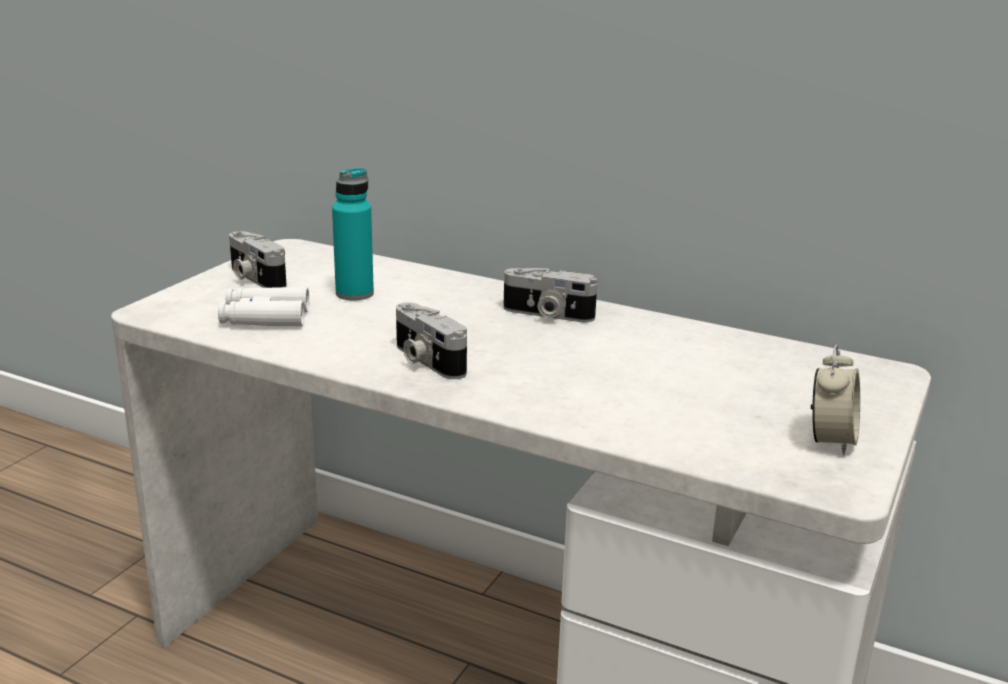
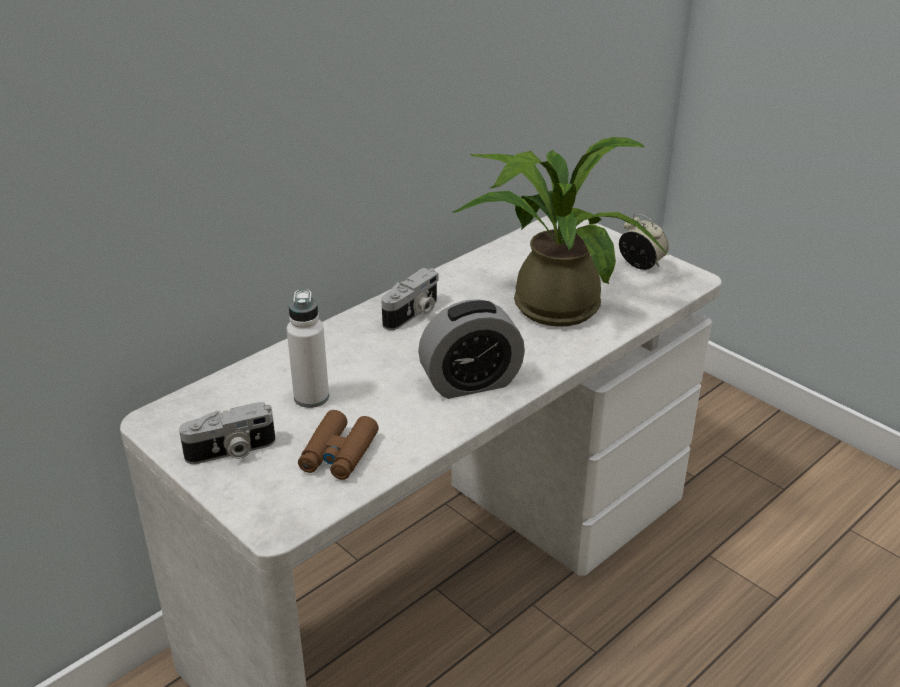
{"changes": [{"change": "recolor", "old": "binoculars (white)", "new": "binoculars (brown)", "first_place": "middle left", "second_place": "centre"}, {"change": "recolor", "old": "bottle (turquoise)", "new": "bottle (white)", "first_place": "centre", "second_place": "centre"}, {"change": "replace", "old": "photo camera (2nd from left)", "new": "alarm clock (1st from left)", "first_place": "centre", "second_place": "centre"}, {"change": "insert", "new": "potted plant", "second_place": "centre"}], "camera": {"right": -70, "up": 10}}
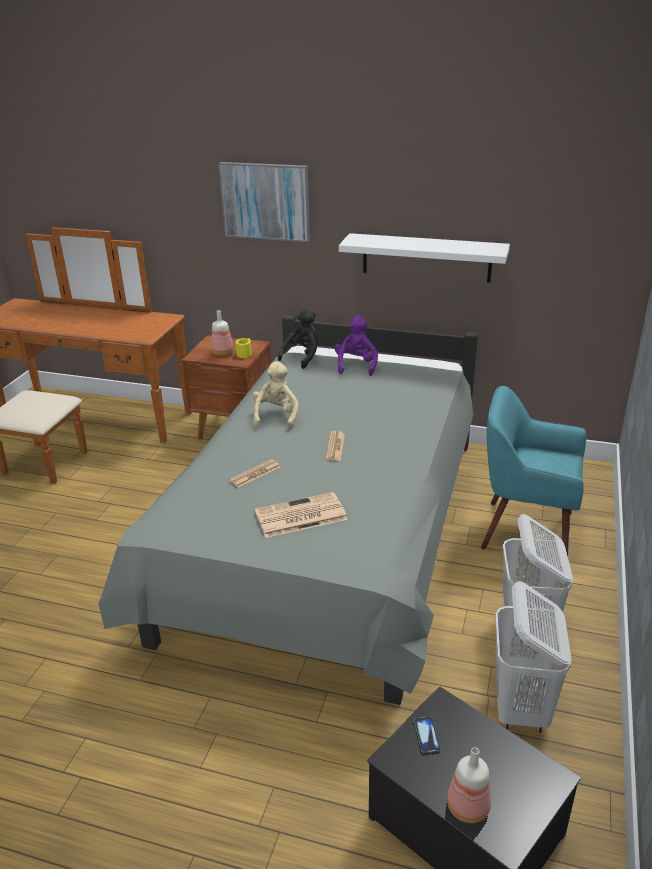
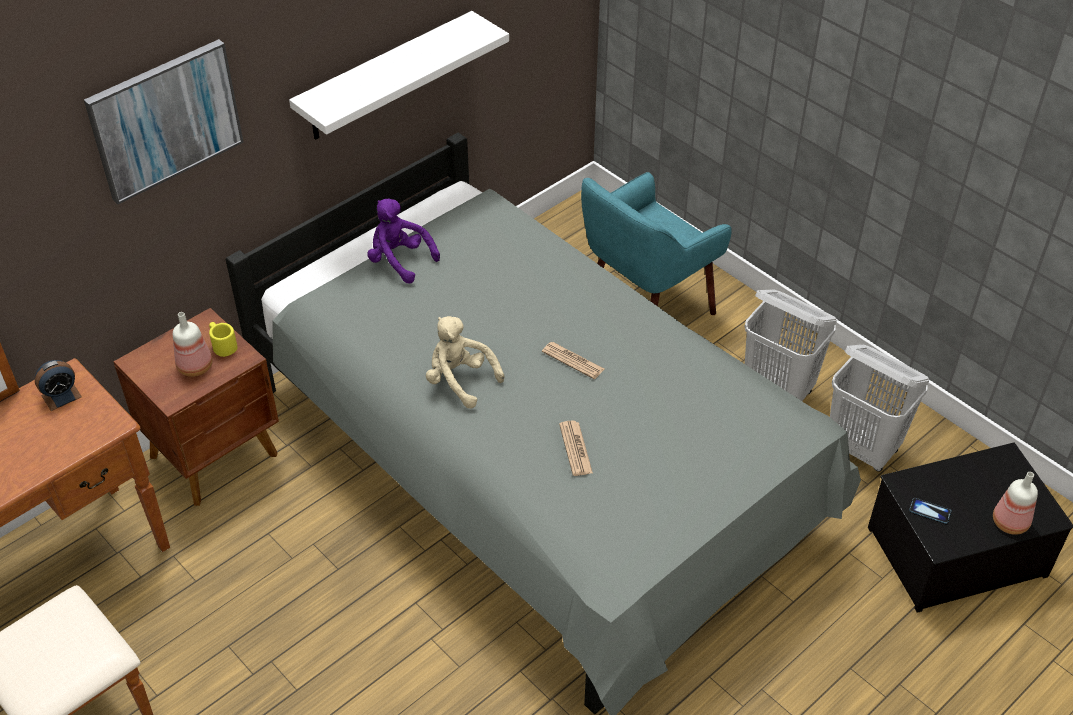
{"changes": [{"change": "delete", "old": "newspaper (2nd from left)", "first_place": "centre"}, {"change": "delete", "old": "plush toy (black)", "first_place": "centre"}, {"change": "insert", "new": "alarm clock", "second_place": "middle left"}], "camera": {"right": -60, "up": 15}}
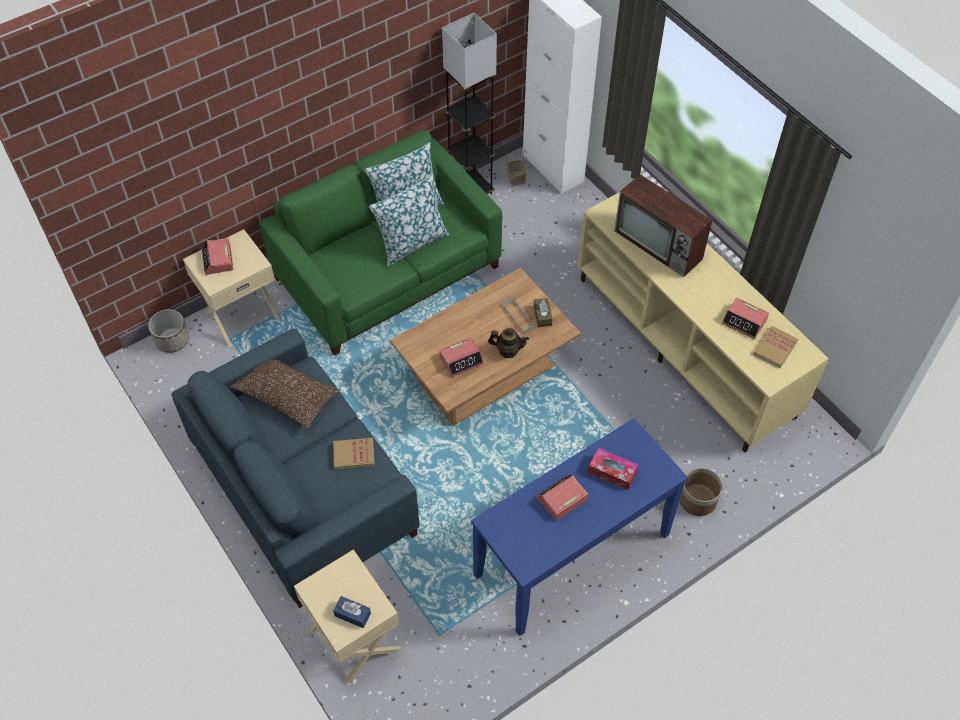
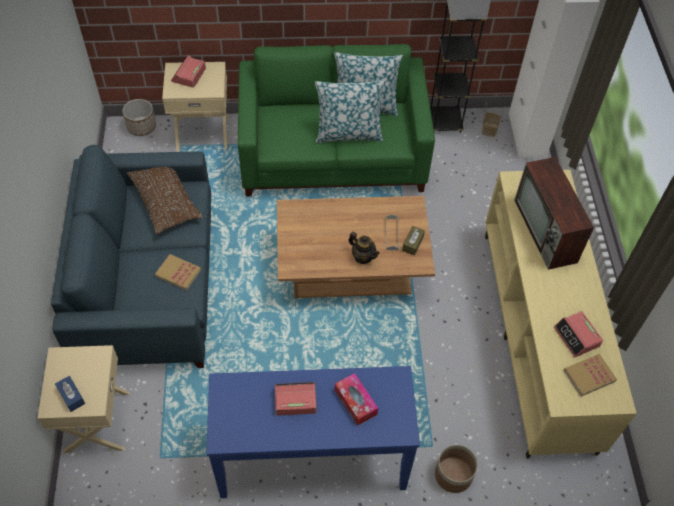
{"changes": [{"change": "delete", "old": "alarm clock (2nd from left)", "first_place": "centre"}], "camera": {"right": 30, "up": 0}}
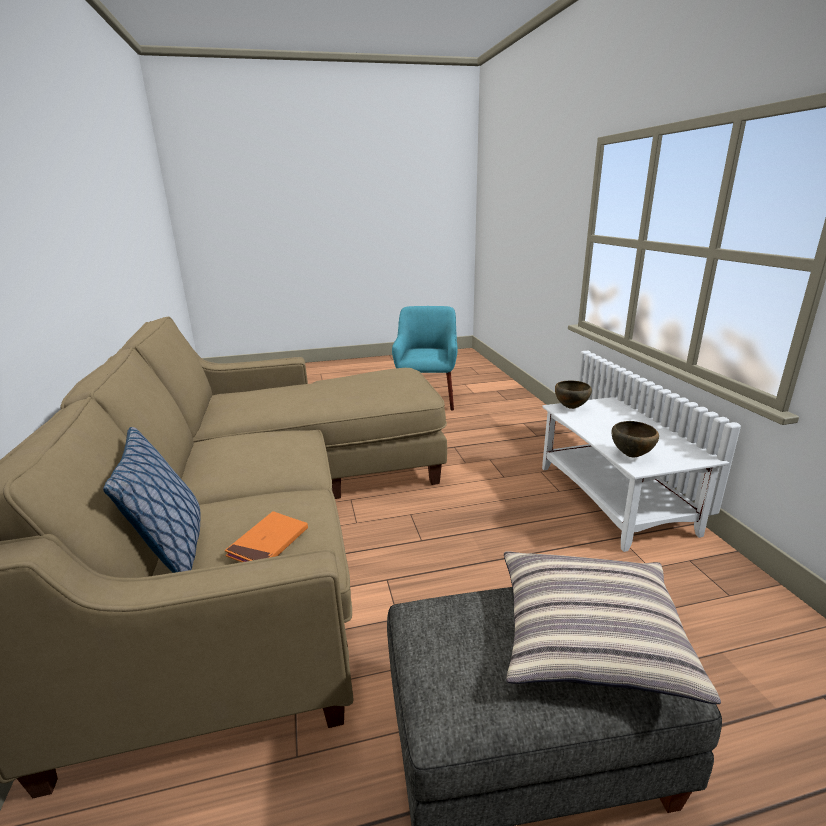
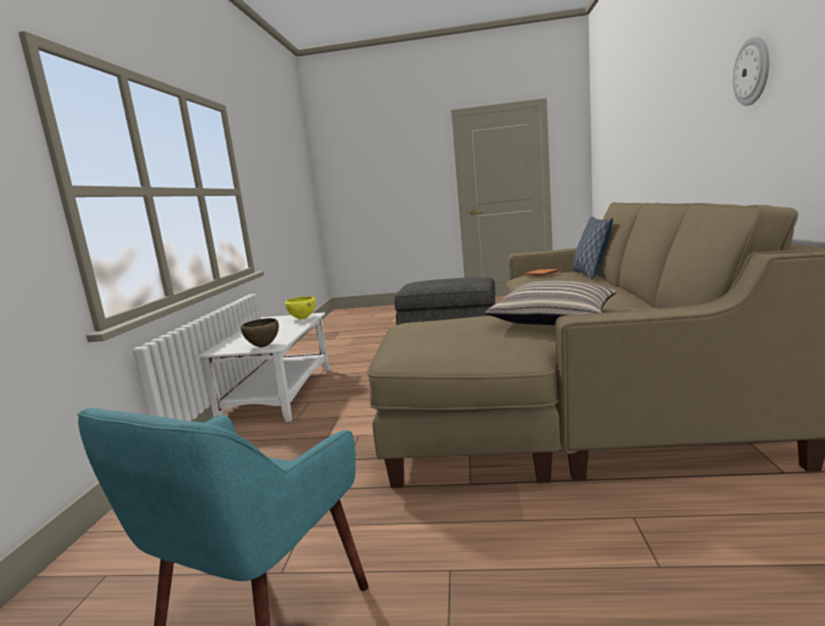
{"changes": [{"change": "move", "old": "pillow (2nd from left in the first image)", "new": "pillow (1st from left)", "first_place": "bottom right", "second_place": "middle right"}, {"change": "recolor", "old": "bowl (brown) (2nd from left)", "new": "bowl (yellow)", "first_place": "middle right", "second_place": "centre"}, {"change": "insert", "new": "wall clock", "second_place": "top right"}], "camera": {"right": -160, "up": -10}}
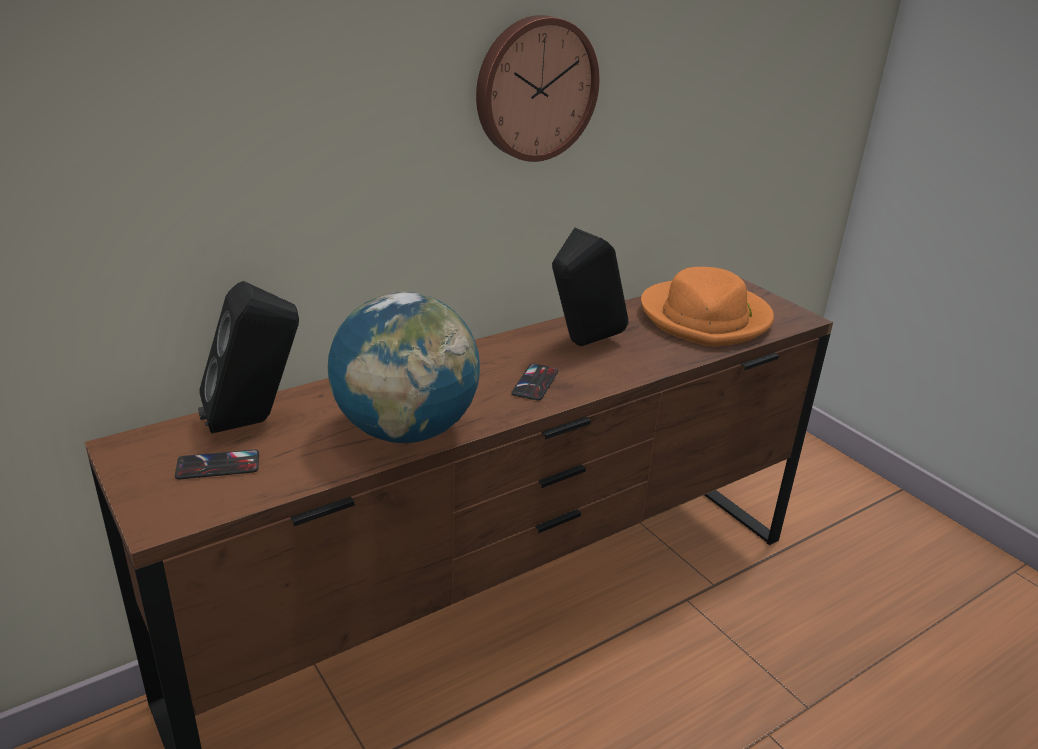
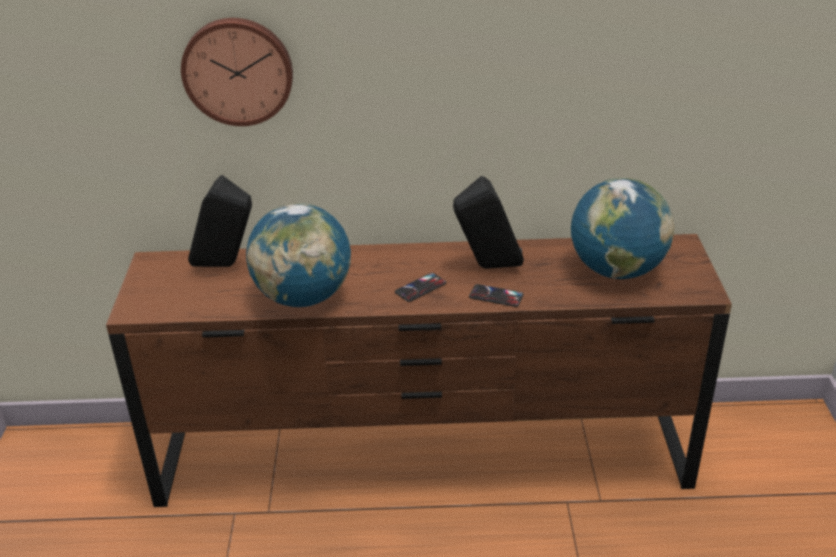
{"changes": [{"change": "move", "old": "phone (1st from left in the first image)", "new": "phone (2nd from left)", "first_place": "middle left", "second_place": "centre"}, {"change": "move", "old": "wall clock", "first_place": "top centre", "second_place": "top left"}, {"change": "replace", "old": "hat (orange)", "new": "globe (2nd from left)", "first_place": "middle right", "second_place": "middle right"}], "camera": {"right": 35, "up": 5}}
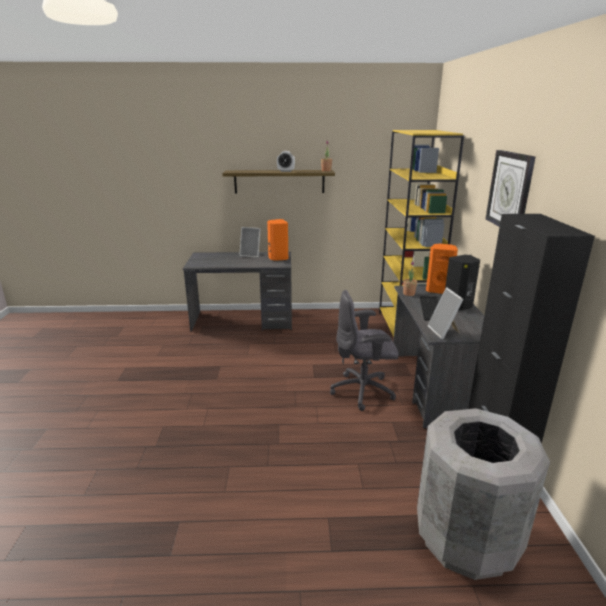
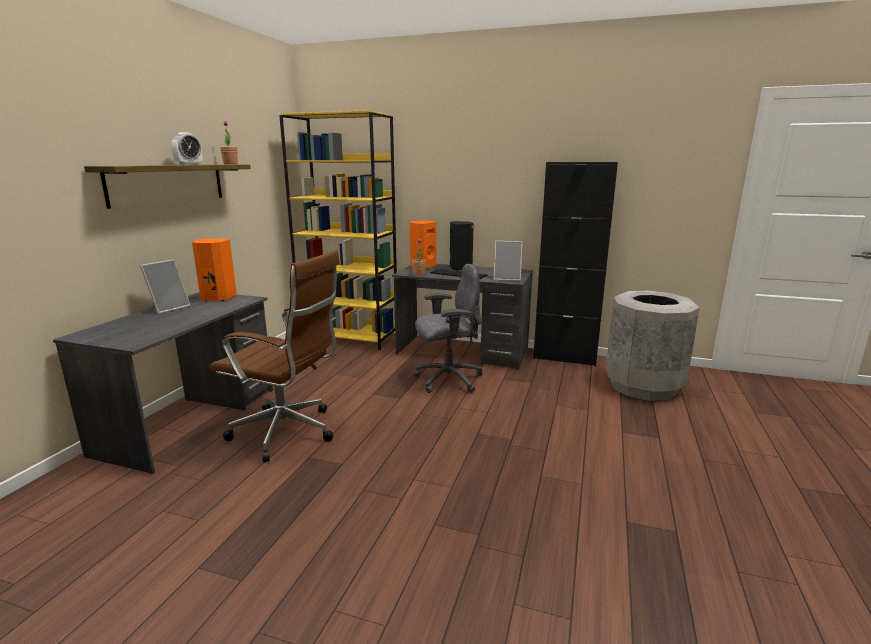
{"changes": [{"change": "rotate", "old": "office chair (grey)", "first_place": "centre", "second_place": "centre", "degrees": -120}, {"change": "delete", "old": "wall clock", "first_place": "top right"}, {"change": "insert", "new": "office chair (brown)", "second_place": "middle left"}], "camera": {"right": -70, "up": -5}}
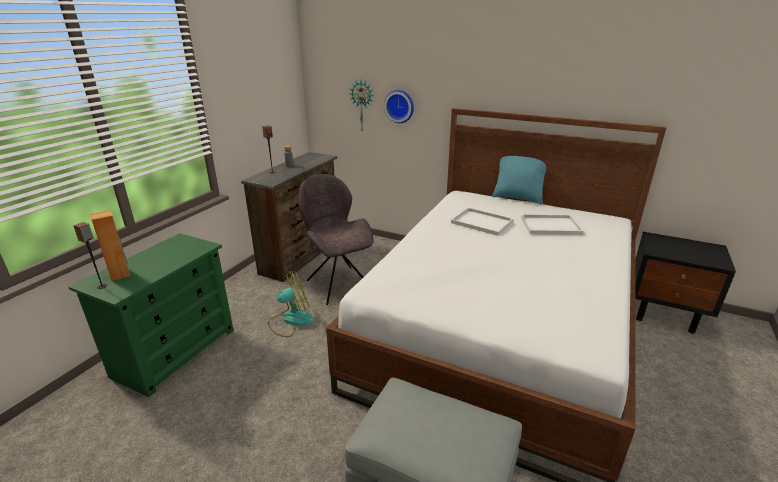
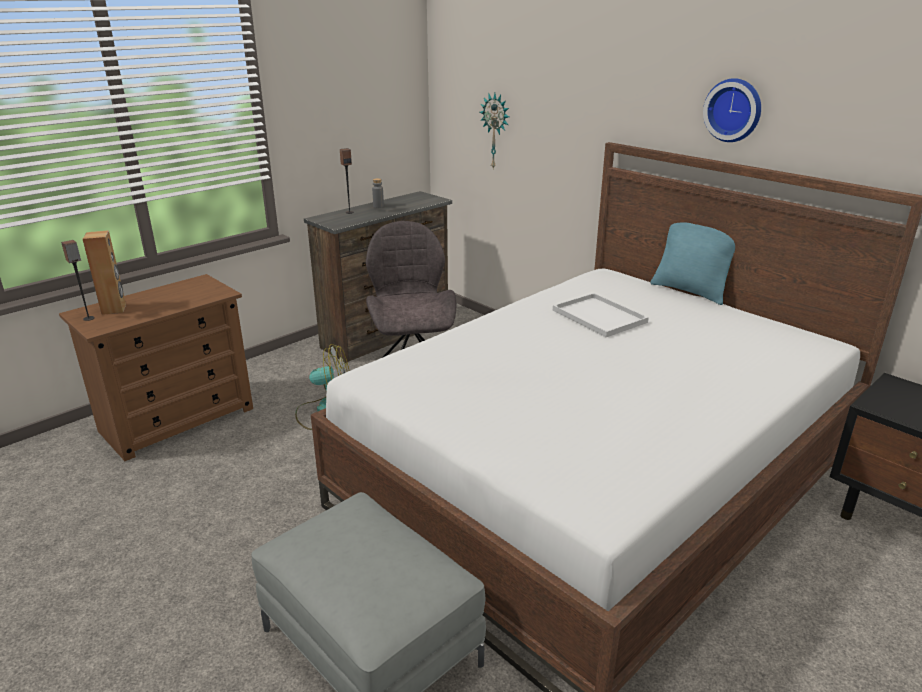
{"changes": [{"change": "recolor", "old": "dresser (green)", "new": "dresser (brown) (1st from left)", "first_place": "middle left", "second_place": "middle left"}, {"change": "move", "old": "wall clock (2nd from left)", "first_place": "top centre", "second_place": "top right"}, {"change": "delete", "old": "tray (white) (2nd from left)", "first_place": "middle right"}], "camera": {"right": 20, "up": 0}}
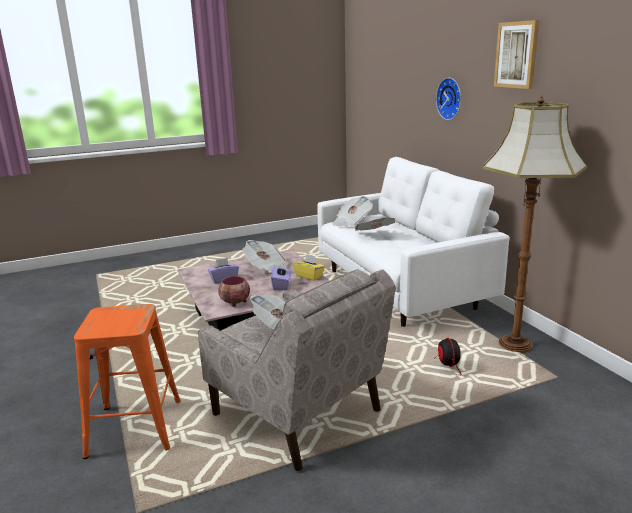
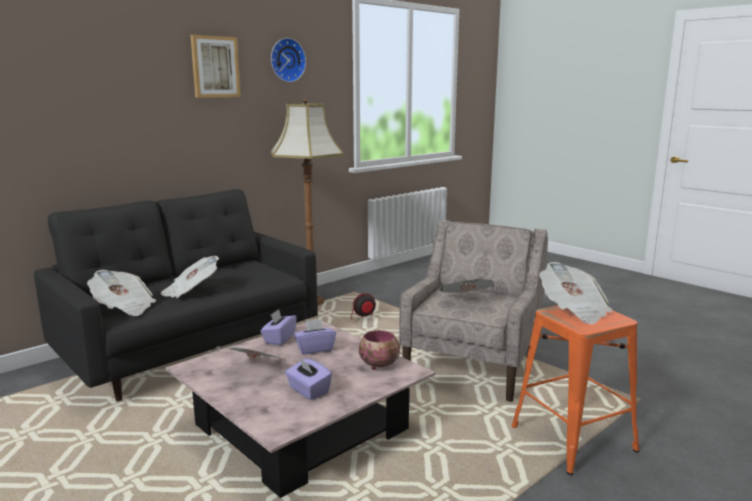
{"changes": [{"change": "recolor", "old": "tissue box (yellow)", "new": "tissue box (purple) (1st from left)", "first_place": "centre", "second_place": "centre"}, {"change": "recolor", "old": "sofa (white)", "new": "sofa (black)", "first_place": "centre", "second_place": "middle left"}, {"change": "move", "old": "wall clock", "first_place": "top right", "second_place": "top centre"}, {"change": "insert", "new": "newspaper (5th from left)", "second_place": "middle right"}], "camera": {"right": -110, "up": -5}}
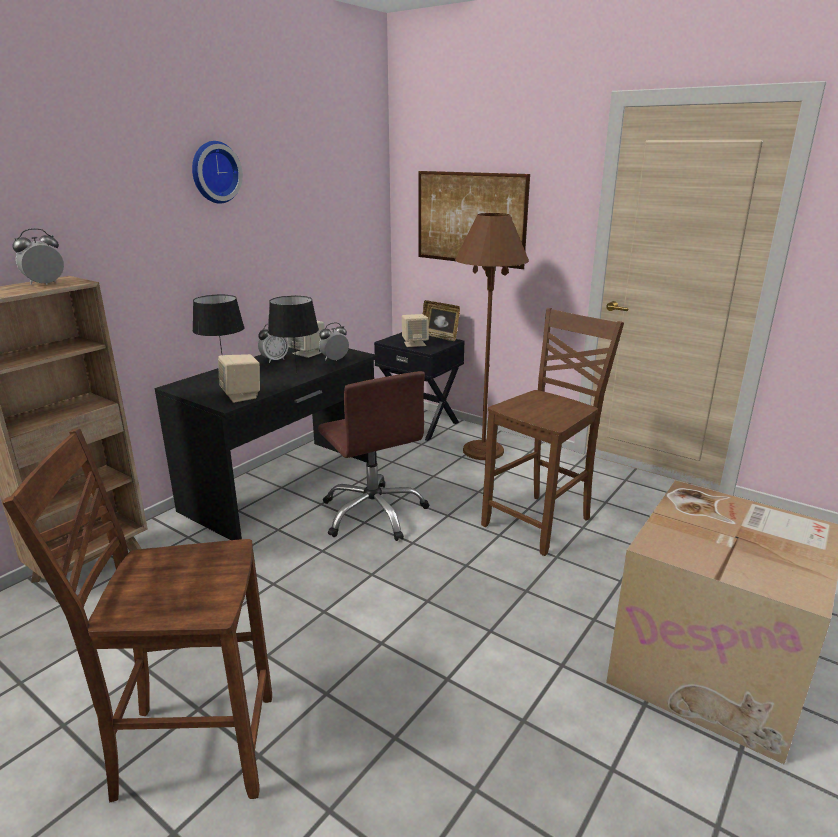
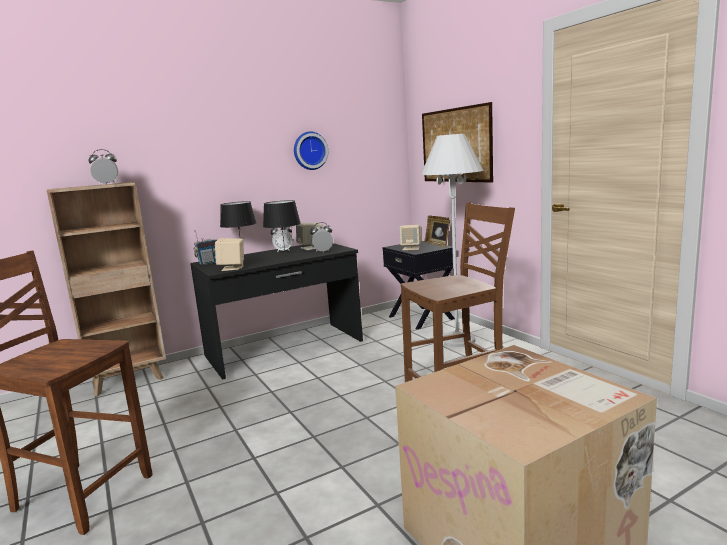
{"changes": [{"change": "move", "old": "wall clock", "first_place": "top left", "second_place": "top centre"}, {"change": "delete", "old": "office chair (brown)", "first_place": "centre"}, {"change": "recolor", "old": "floor lamp (brown)", "new": "floor lamp (white)", "first_place": "centre", "second_place": "centre"}, {"change": "insert", "new": "radio", "second_place": "middle left"}], "camera": {"right": 25, "up": -10}}
